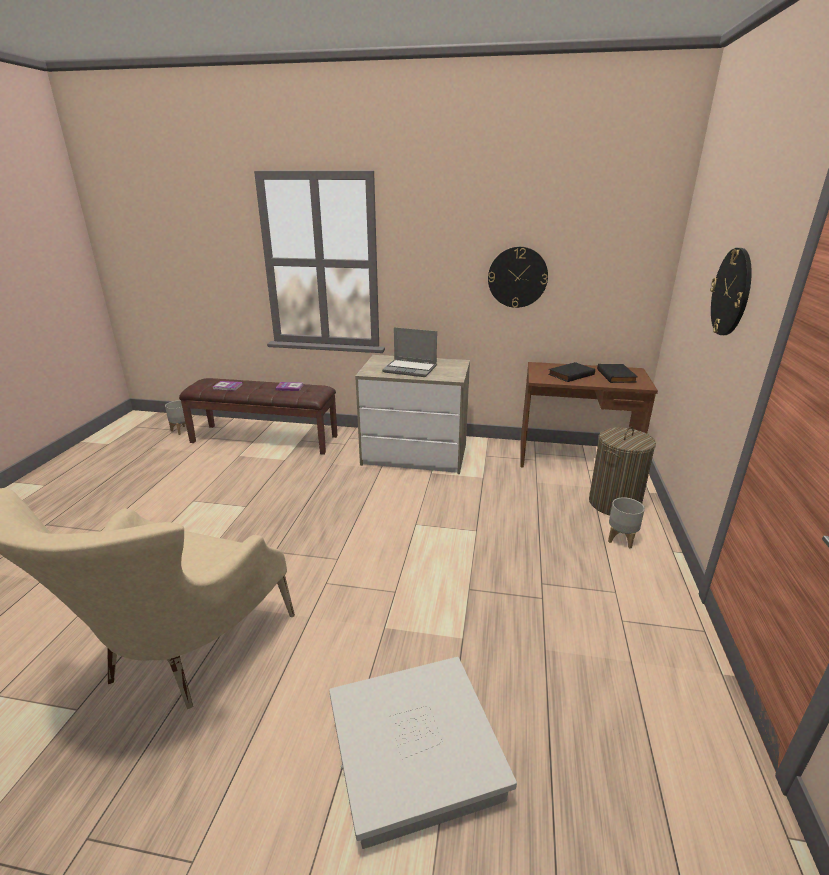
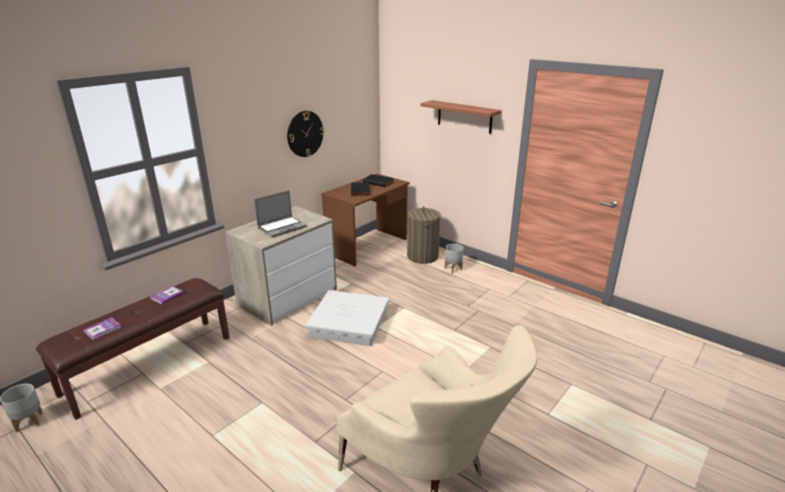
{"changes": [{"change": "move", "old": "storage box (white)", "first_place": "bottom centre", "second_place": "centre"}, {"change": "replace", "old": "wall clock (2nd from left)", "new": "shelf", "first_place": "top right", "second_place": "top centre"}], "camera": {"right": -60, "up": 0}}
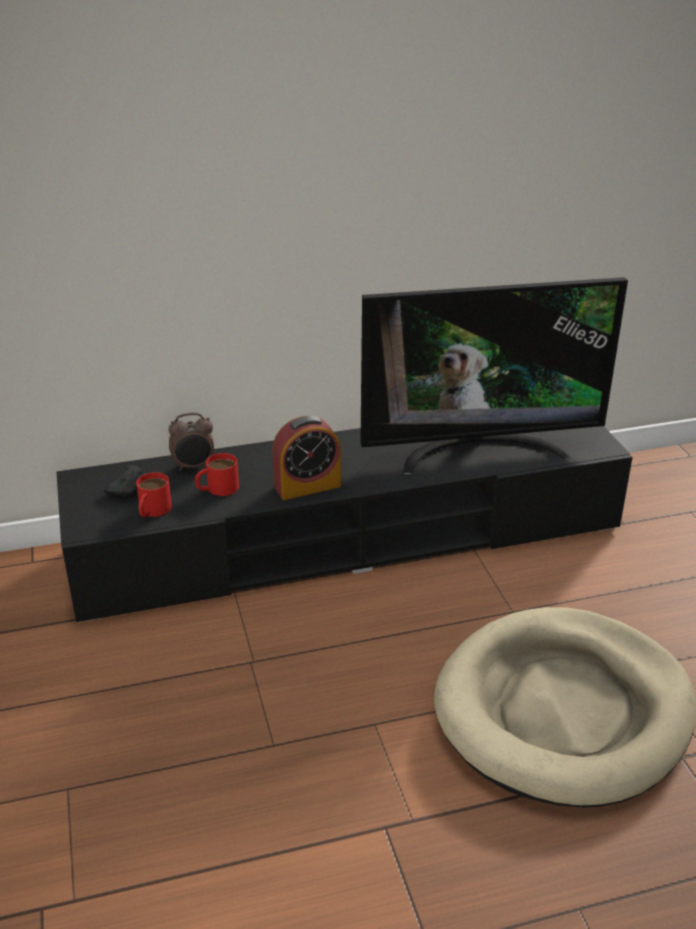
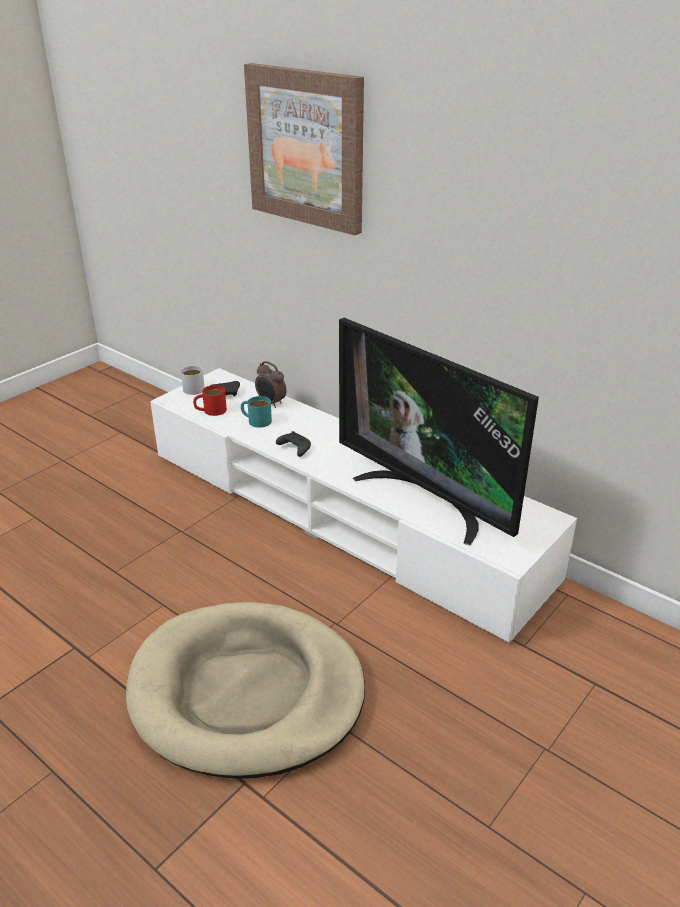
{"changes": [{"change": "recolor", "old": "tv stand (black)", "new": "tv stand (white)", "first_place": "centre", "second_place": "centre"}, {"change": "recolor", "old": "mug (red) (2nd from left)", "new": "mug (turquoise)", "first_place": "middle left", "second_place": "centre"}, {"change": "replace", "old": "alarm clock (2nd from left)", "new": "game controller (black) (2nd from left)", "first_place": "centre", "second_place": "centre"}, {"change": "insert", "new": "mug (white)", "second_place": "middle left"}, {"change": "insert", "new": "picture", "second_place": "top centre"}], "camera": {"right": 55, "up": 0}}
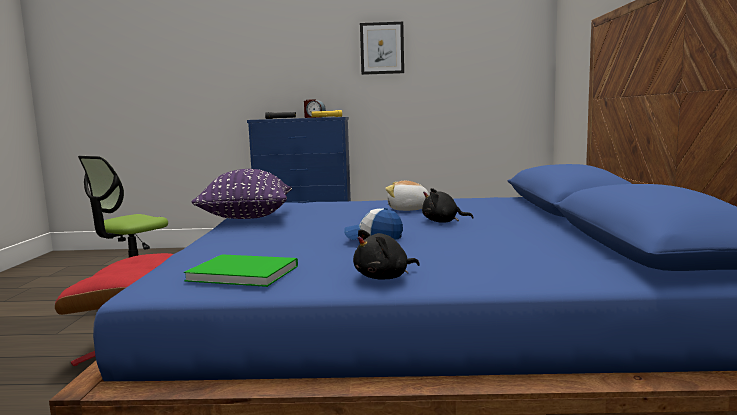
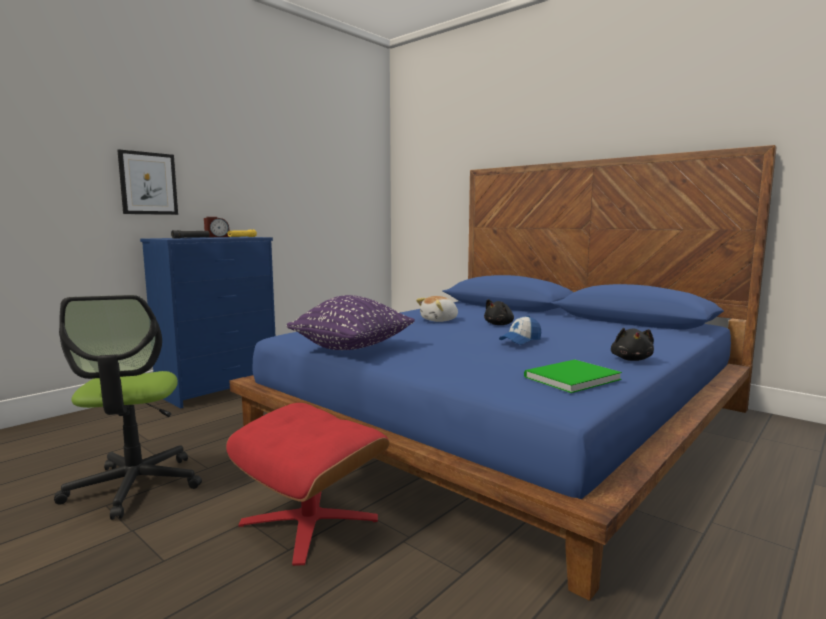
{"changes": [{"change": "move", "old": "picture", "first_place": "top centre", "second_place": "top left"}], "camera": {"right": -50, "up": 0}}
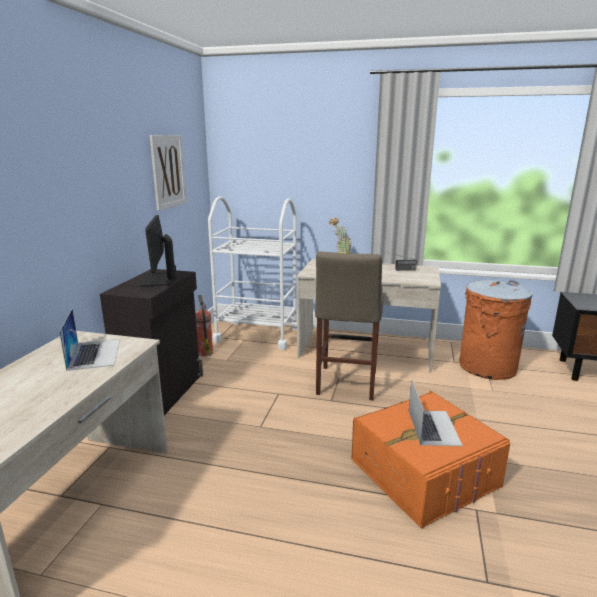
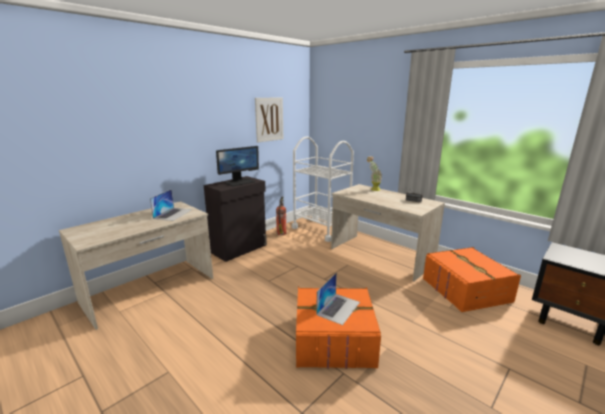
{"changes": [{"change": "rotate", "old": "monitor", "first_place": "middle left", "second_place": "centre", "degrees": -150}, {"change": "delete", "old": "stool (beige)", "first_place": "centre"}, {"change": "replace", "old": "trash can (orange)", "new": "storage box (orange) (2nd from left)", "first_place": "middle right", "second_place": "bottom right"}], "camera": {"right": 30, "up": 0}}
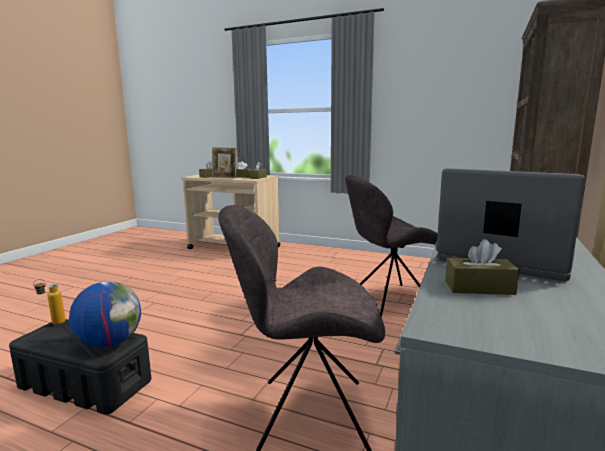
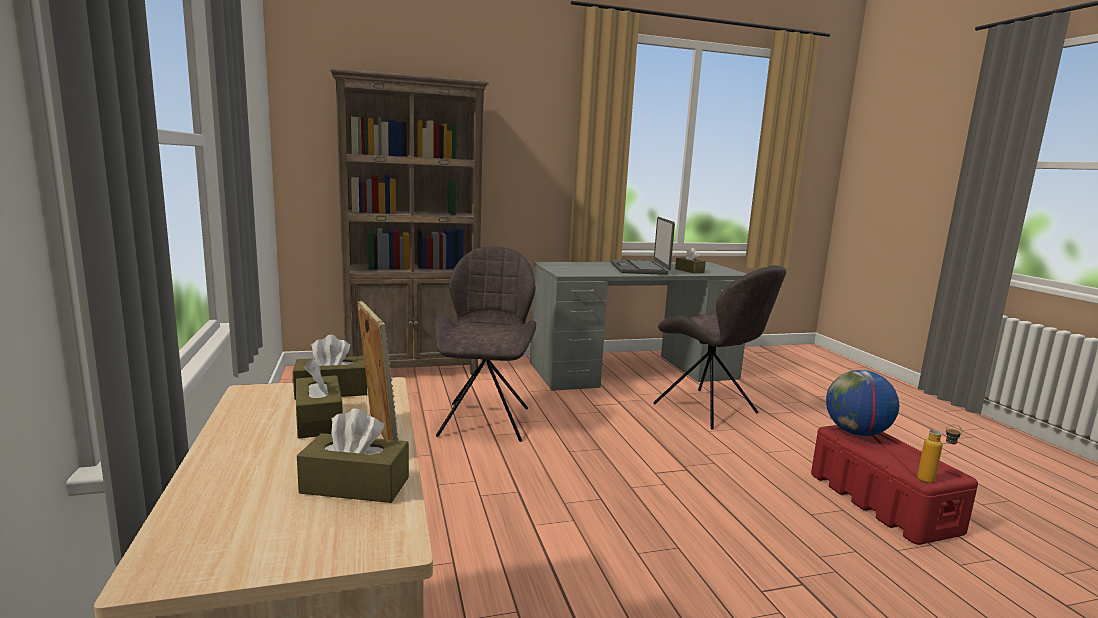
{"changes": [{"change": "recolor", "old": "storage box (black)", "new": "storage box (red)", "first_place": "bottom left", "second_place": "bottom right"}, {"change": "rotate", "old": "chair (grey) (2nd from left in the first image)", "first_place": "centre", "second_place": "centre", "degrees": -120}], "camera": {"right": -130, "up": 0}}
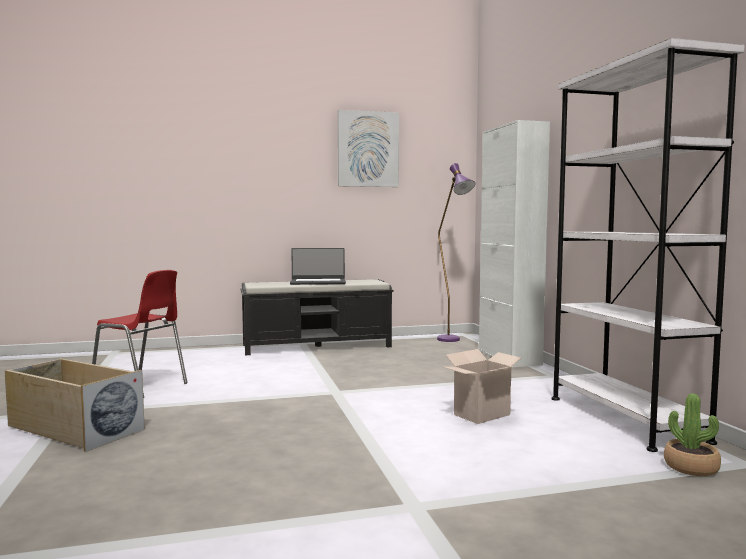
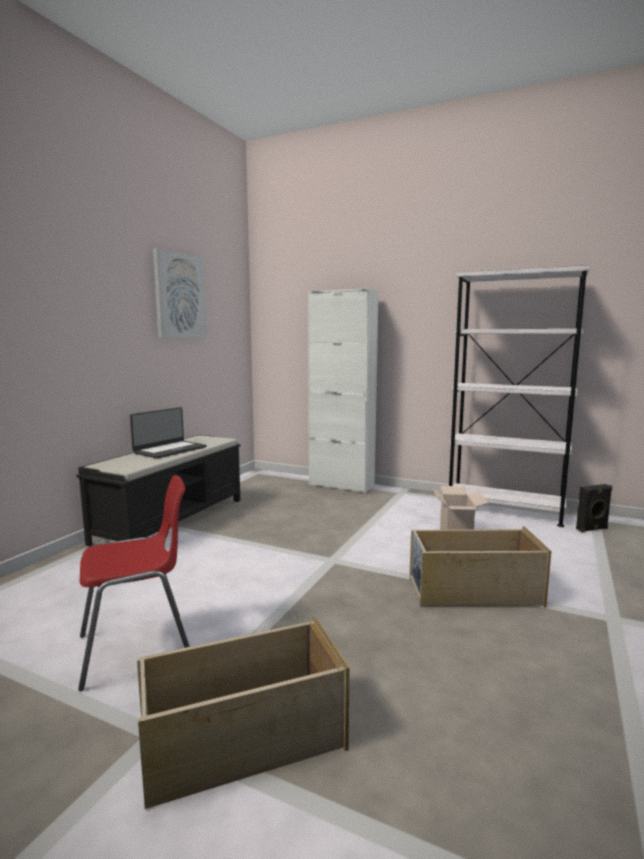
{"changes": [{"change": "delete", "old": "floor lamp (purple)", "first_place": "centre"}, {"change": "replace", "old": "potted plant", "new": "speaker (black)", "first_place": "bottom right", "second_place": "middle right"}, {"change": "insert", "new": "storage box (beige) (2nd from left)", "second_place": "middle right"}], "camera": {"right": -50, "up": 5}}
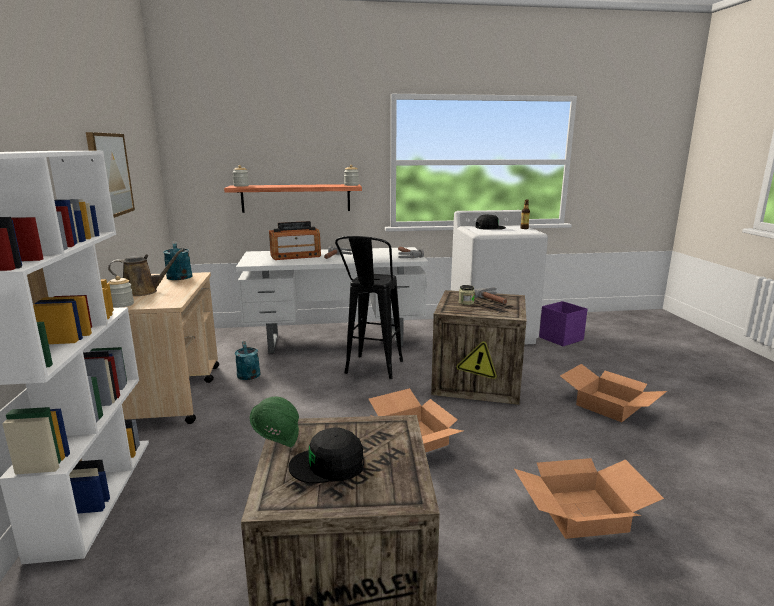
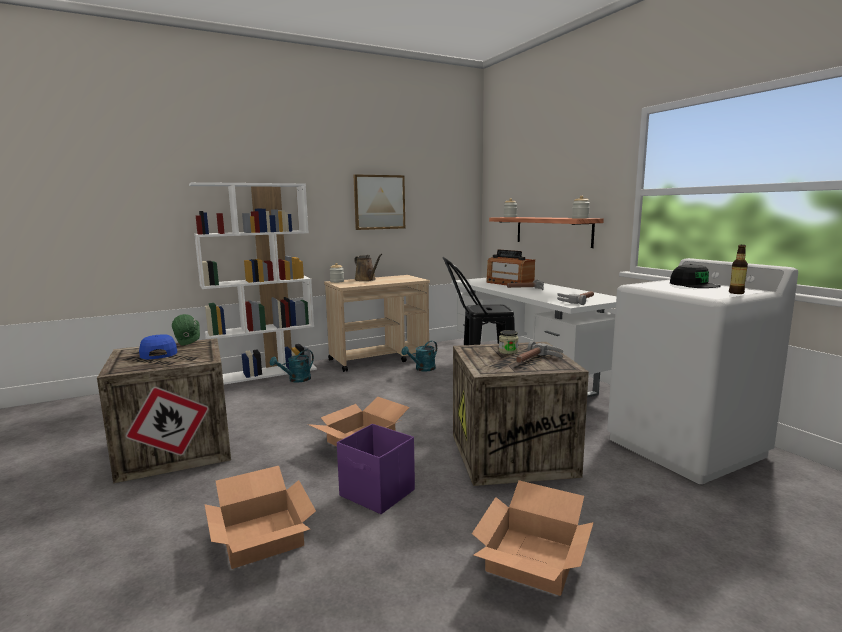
{"changes": [{"change": "move", "old": "watering can (turquoise) (1st from left)", "first_place": "middle left", "second_place": "centre"}, {"change": "recolor", "old": "cap (black) (1st from left)", "new": "cap (blue)", "first_place": "bottom centre", "second_place": "middle left"}, {"change": "move", "old": "storage box (purple)", "first_place": "middle right", "second_place": "bottom centre"}], "camera": {"right": 70, "up": -5}}
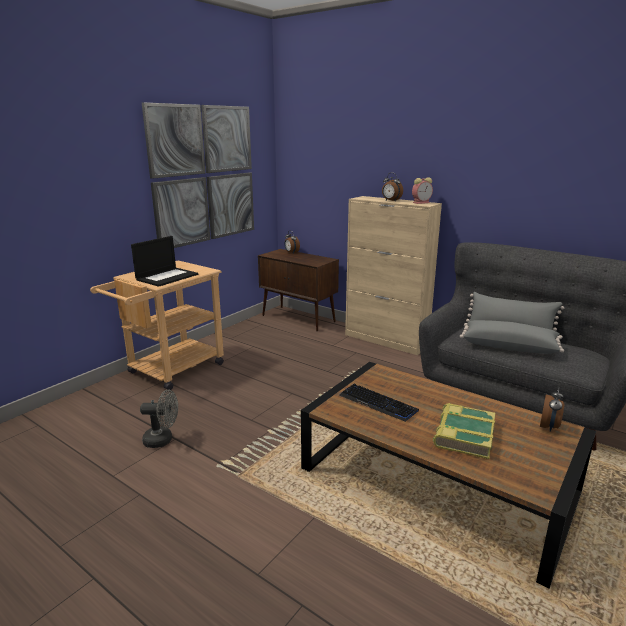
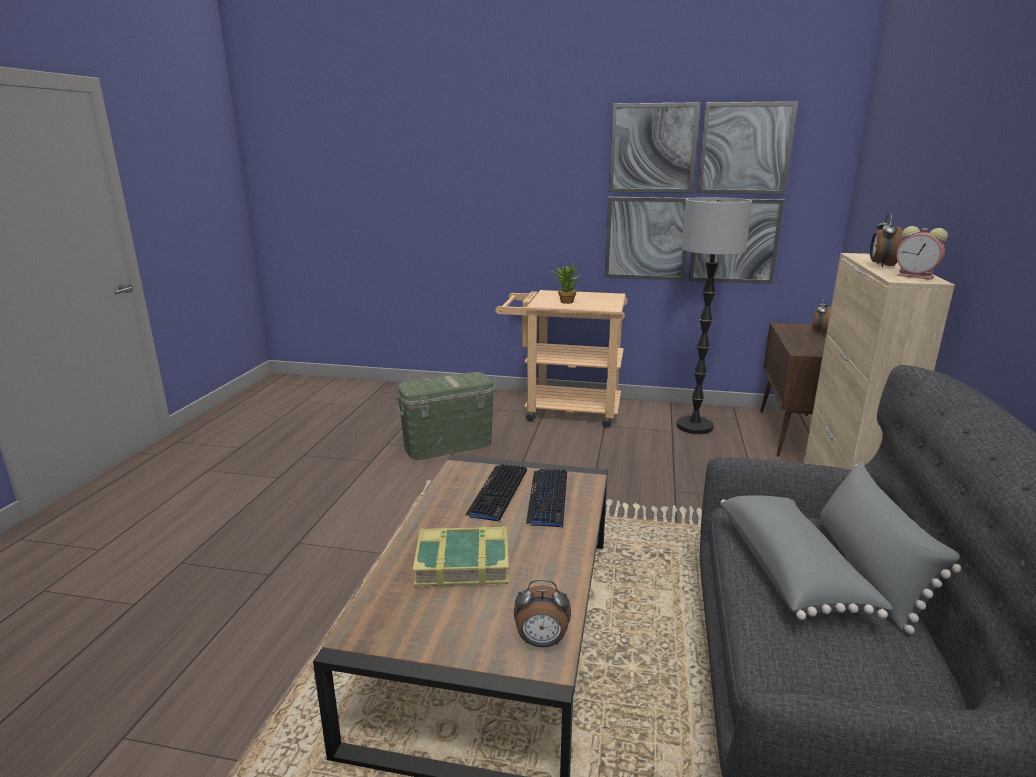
{"changes": [{"change": "replace", "old": "laptop", "new": "potted plant", "first_place": "middle left", "second_place": "centre"}, {"change": "replace", "old": "fan (grey)", "new": "storage box (green)", "first_place": "bottom left", "second_place": "centre"}, {"change": "insert", "new": "keyboard (2nd from left)", "second_place": "centre"}, {"change": "insert", "new": "floor lamp", "second_place": "middle right"}], "camera": {"right": 65, "up": 0}}
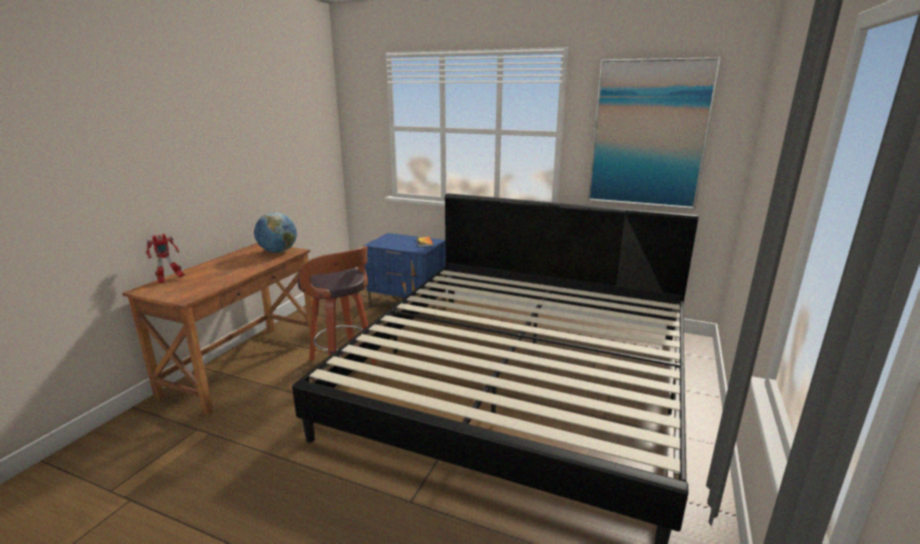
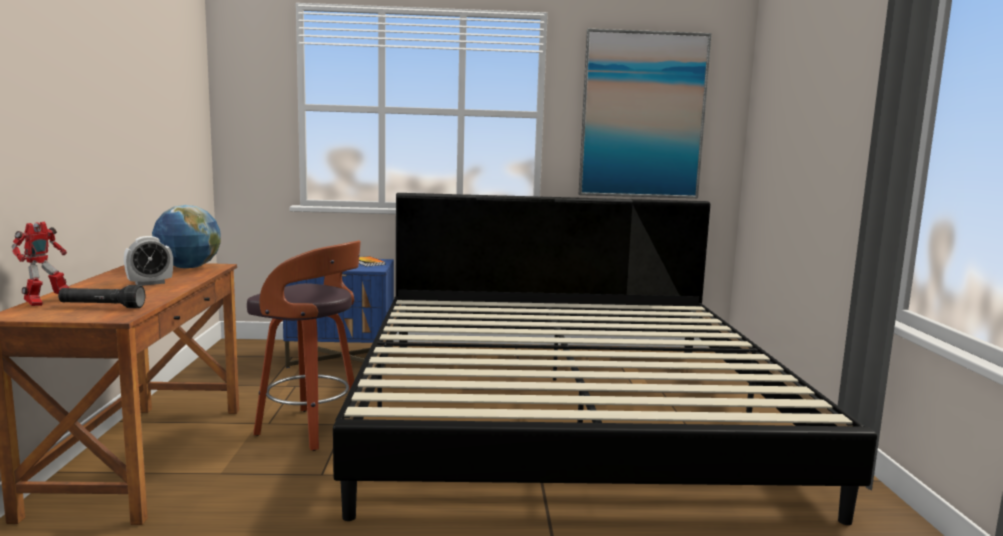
{"changes": [{"change": "insert", "new": "flashlight (black)", "second_place": "middle left"}, {"change": "insert", "new": "alarm clock", "second_place": "middle left"}], "camera": {"right": -25, "up": -10}}
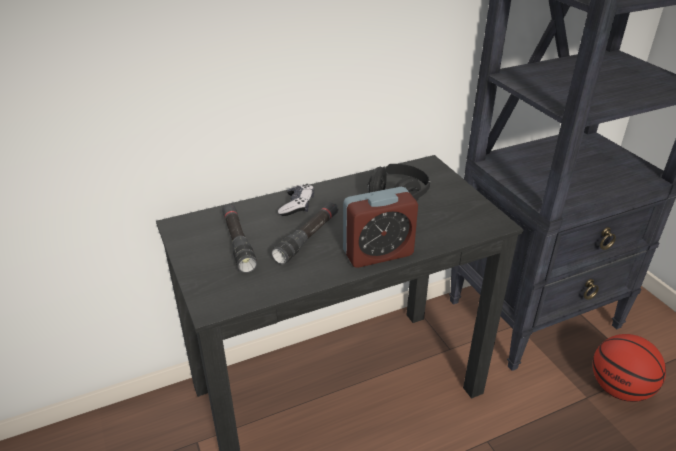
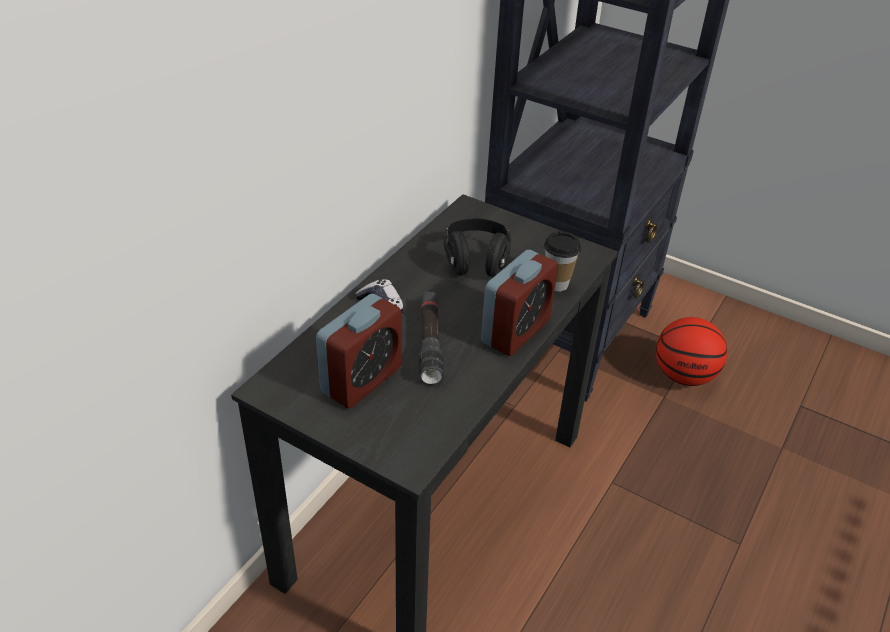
{"changes": [{"change": "replace", "old": "flashlight (black) (1st from left)", "new": "alarm clock (1st from left)", "first_place": "centre", "second_place": "centre"}, {"change": "insert", "new": "cup", "second_place": "centre"}], "camera": {"right": -35, "up": 5}}
